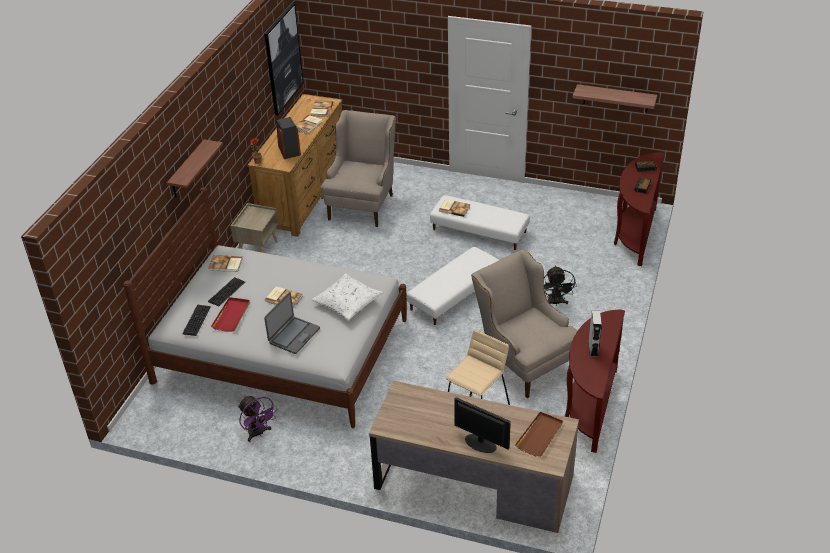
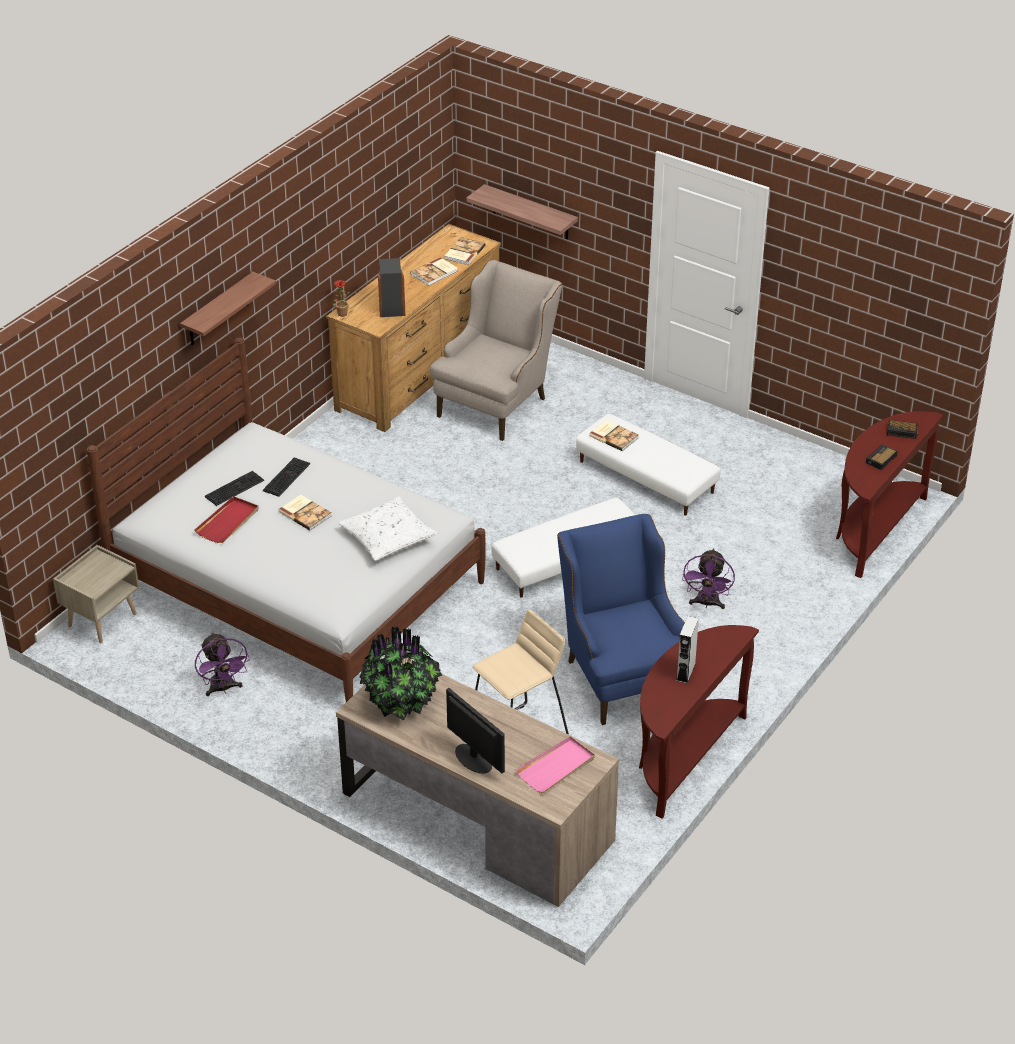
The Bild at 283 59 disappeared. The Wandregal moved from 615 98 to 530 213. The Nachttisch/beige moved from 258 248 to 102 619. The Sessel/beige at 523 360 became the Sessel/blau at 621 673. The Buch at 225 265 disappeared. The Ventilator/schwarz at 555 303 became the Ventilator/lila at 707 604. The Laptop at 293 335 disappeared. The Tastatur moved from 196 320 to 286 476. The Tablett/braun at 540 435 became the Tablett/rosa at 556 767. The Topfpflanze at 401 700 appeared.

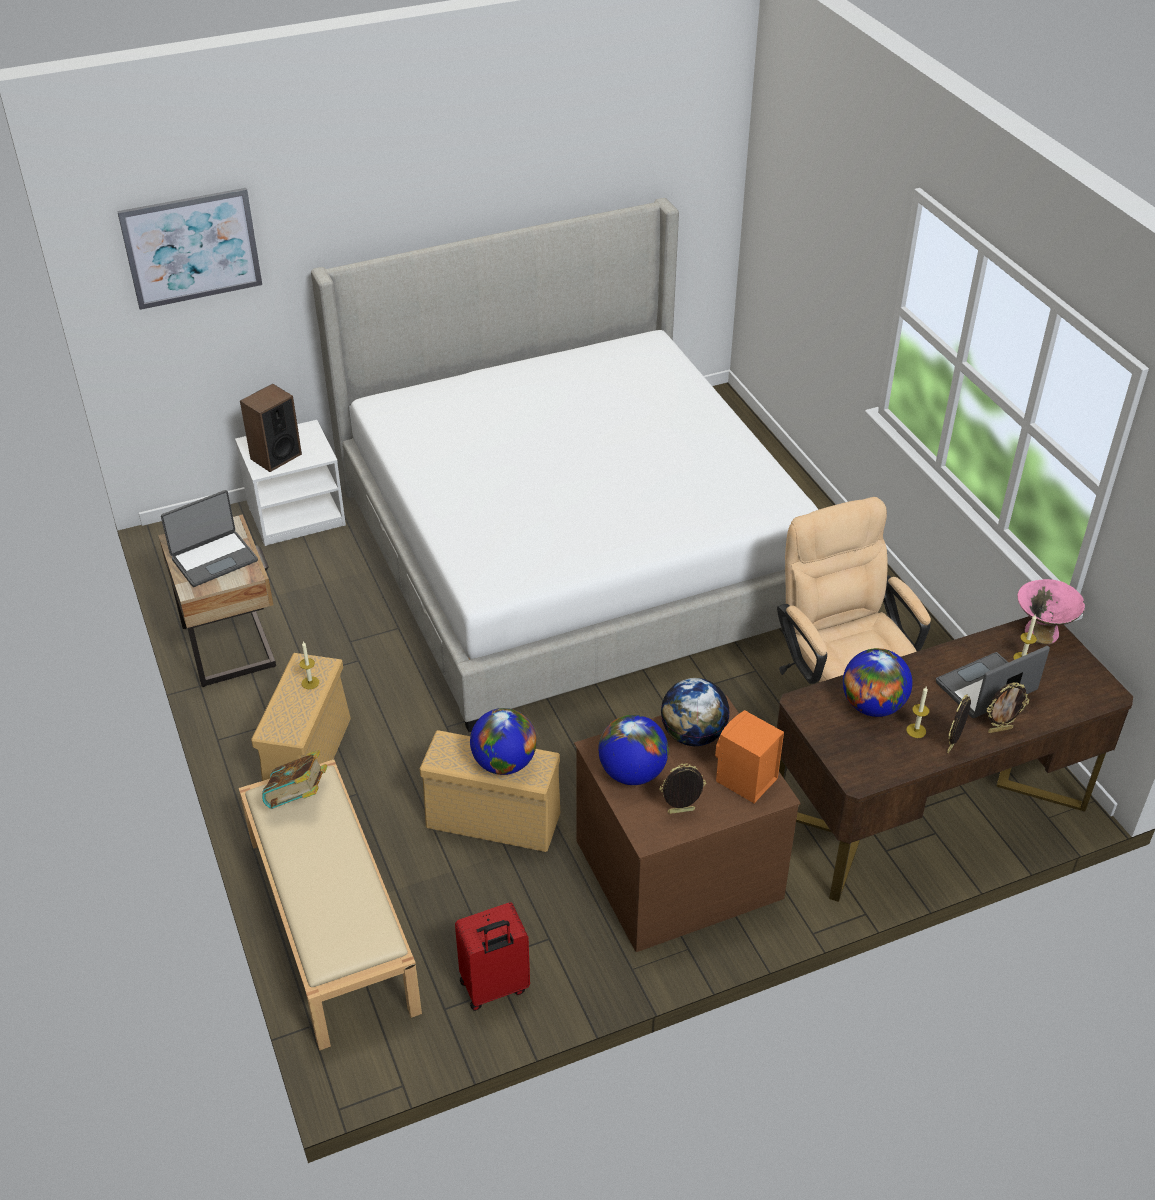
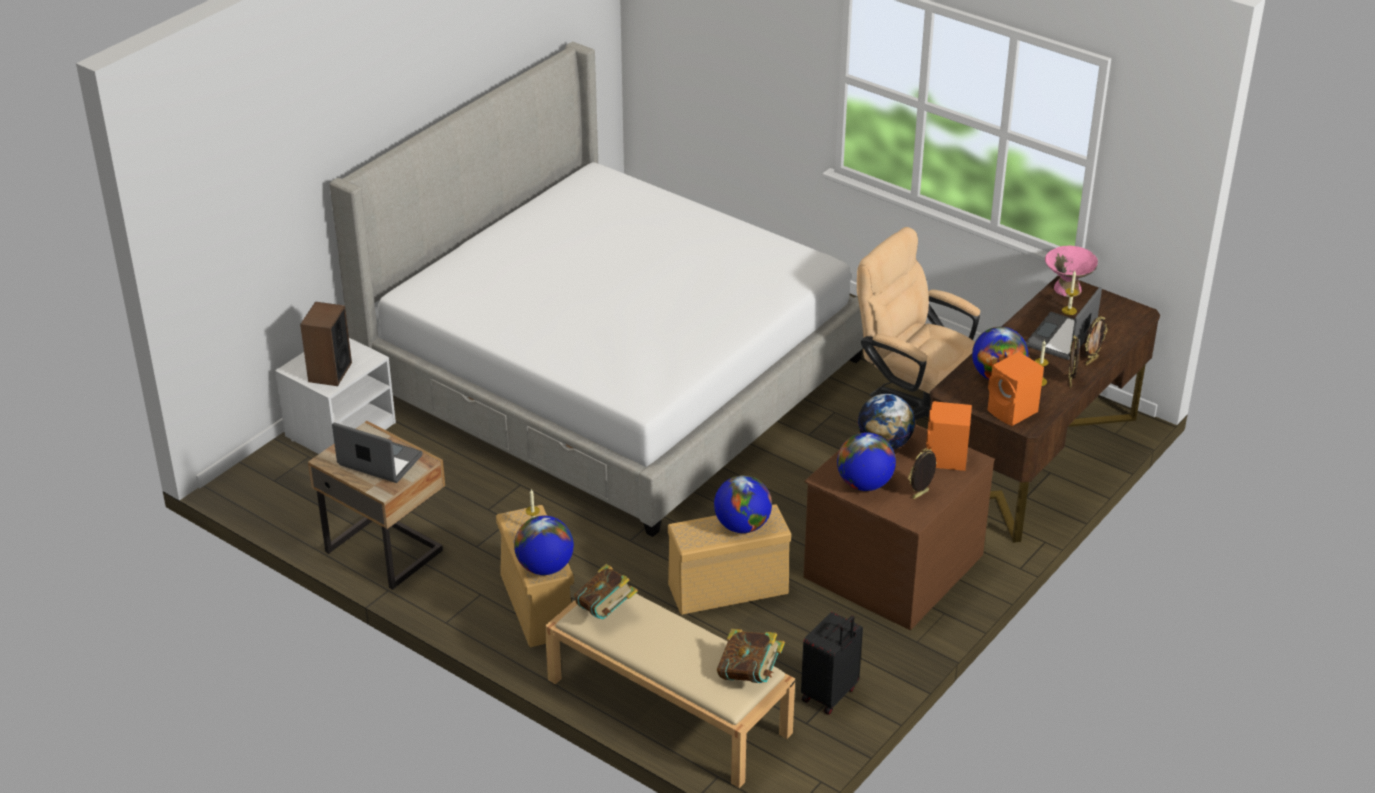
The Bild at 191 248 disappeared. The Laptop at 214 559 turned 90 degrees counterclockwise. The Koffer/rot at 494 988 became the Koffer/schwarz at 830 695. The Lautsprecher/orange at 1013 412 appeared. The Globus at 545 567 appeared. The Buch at 750 674 appeared.

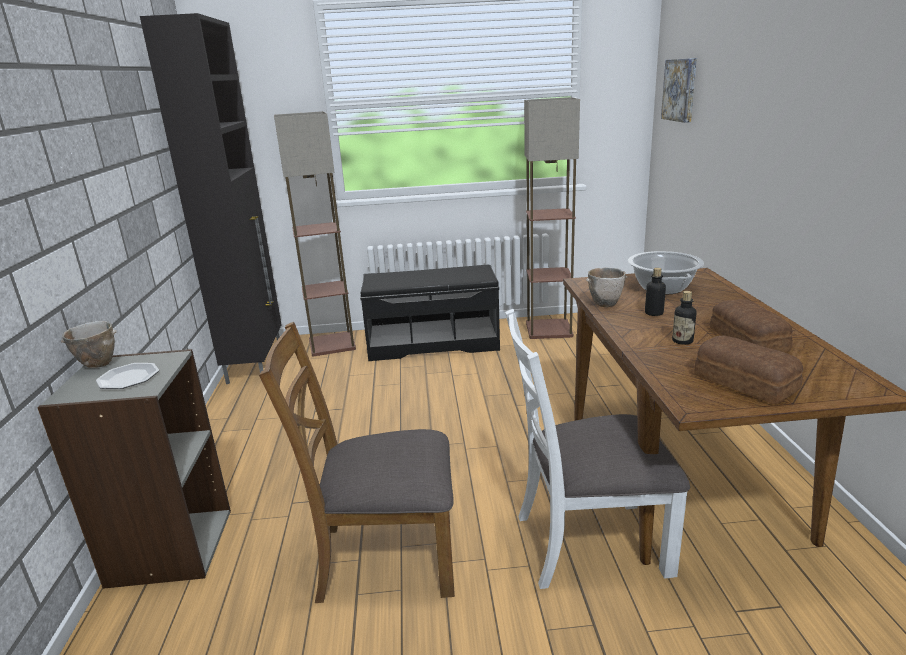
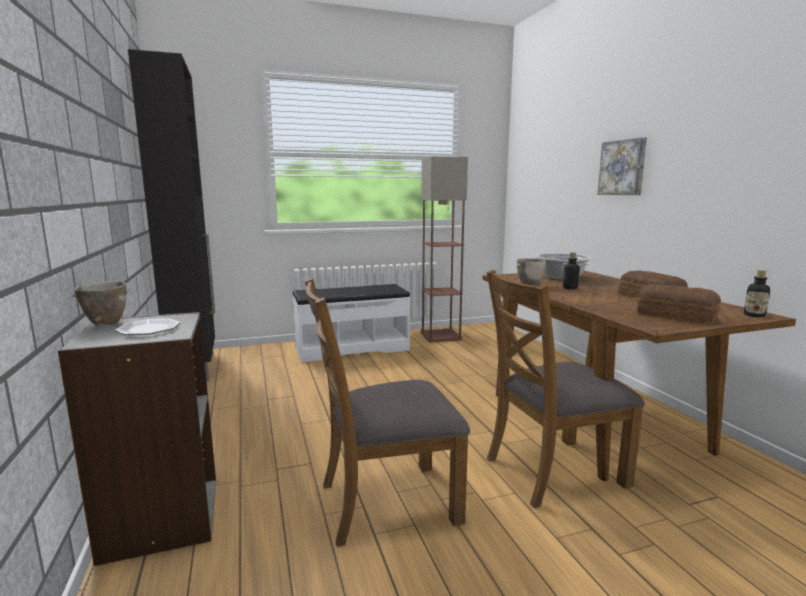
The Bild moved from 681 90 to 623 168. The Stehlampe at 332 344 disappeared. The Bank/schwarz at 433 343 became the Bank/weiß at 351 348. The Flasche moved from 682 341 to 754 315. The Stuhl/weiß at 589 542 became the Stuhl/braun at 553 471.

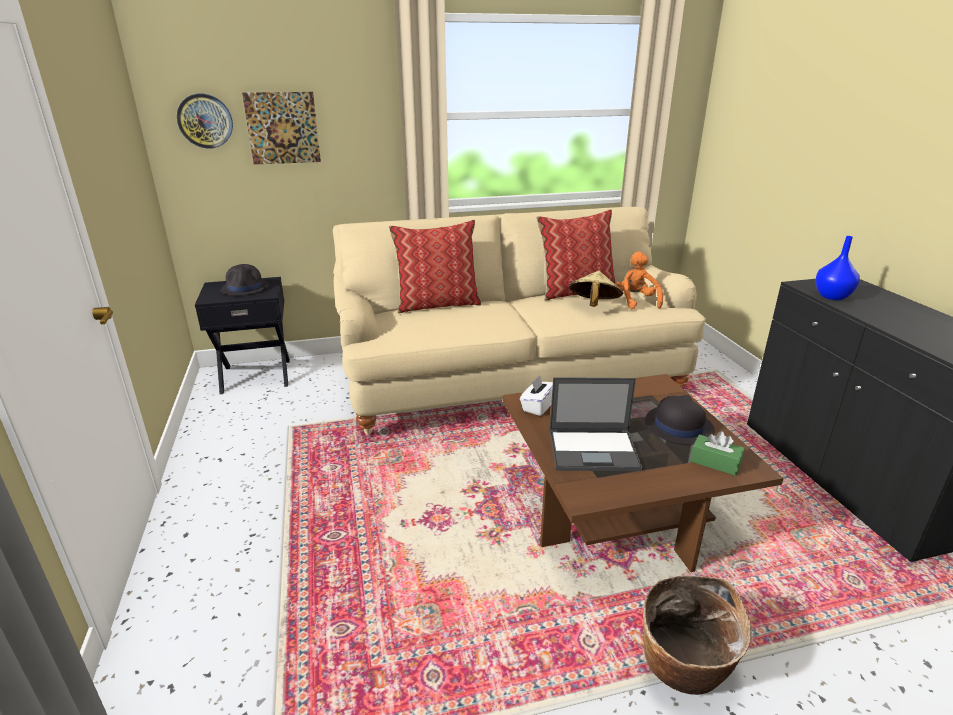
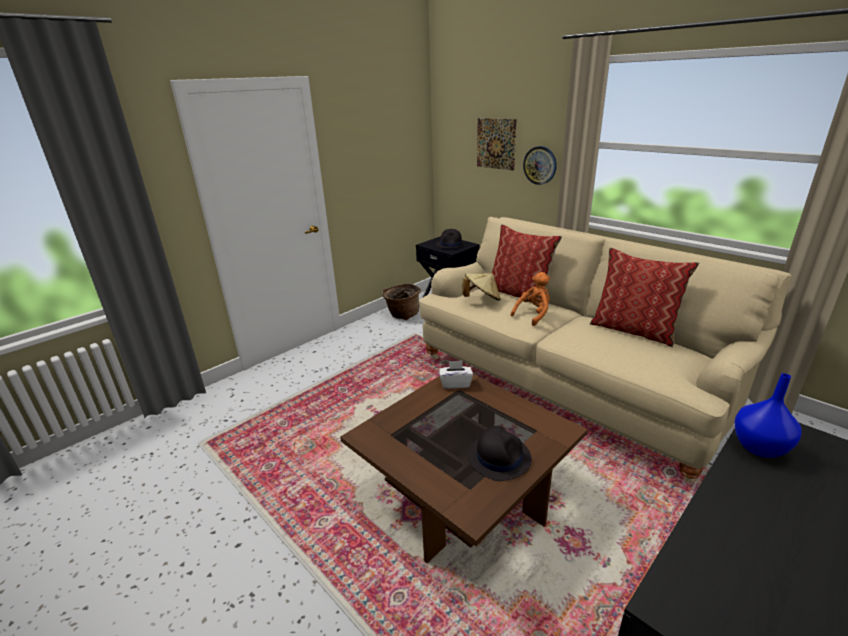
The Wanduhr moved from 205 121 to 540 165. The Plüschtier/orange moved from 635 301 to 533 315. The Hut/beige moved from 593 306 to 482 299. The Laptop at 594 450 disappeared. The Taschentuchbox/grün at 715 462 disappeared. The Korb moved from 683 668 to 402 315.

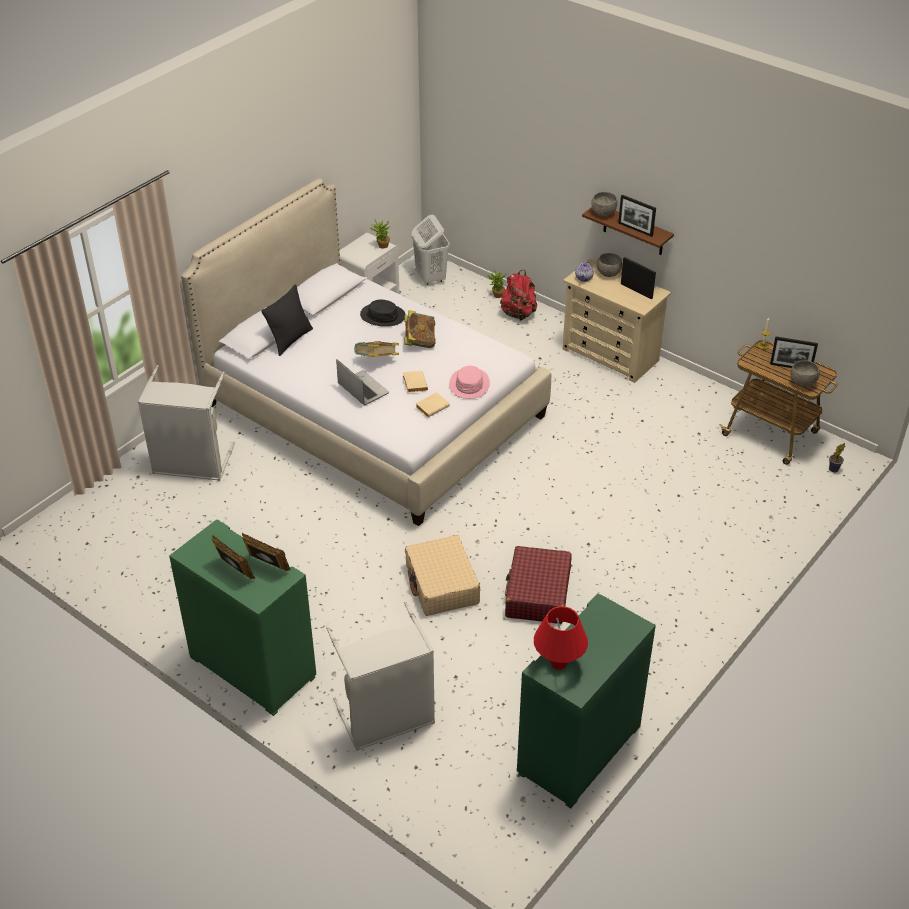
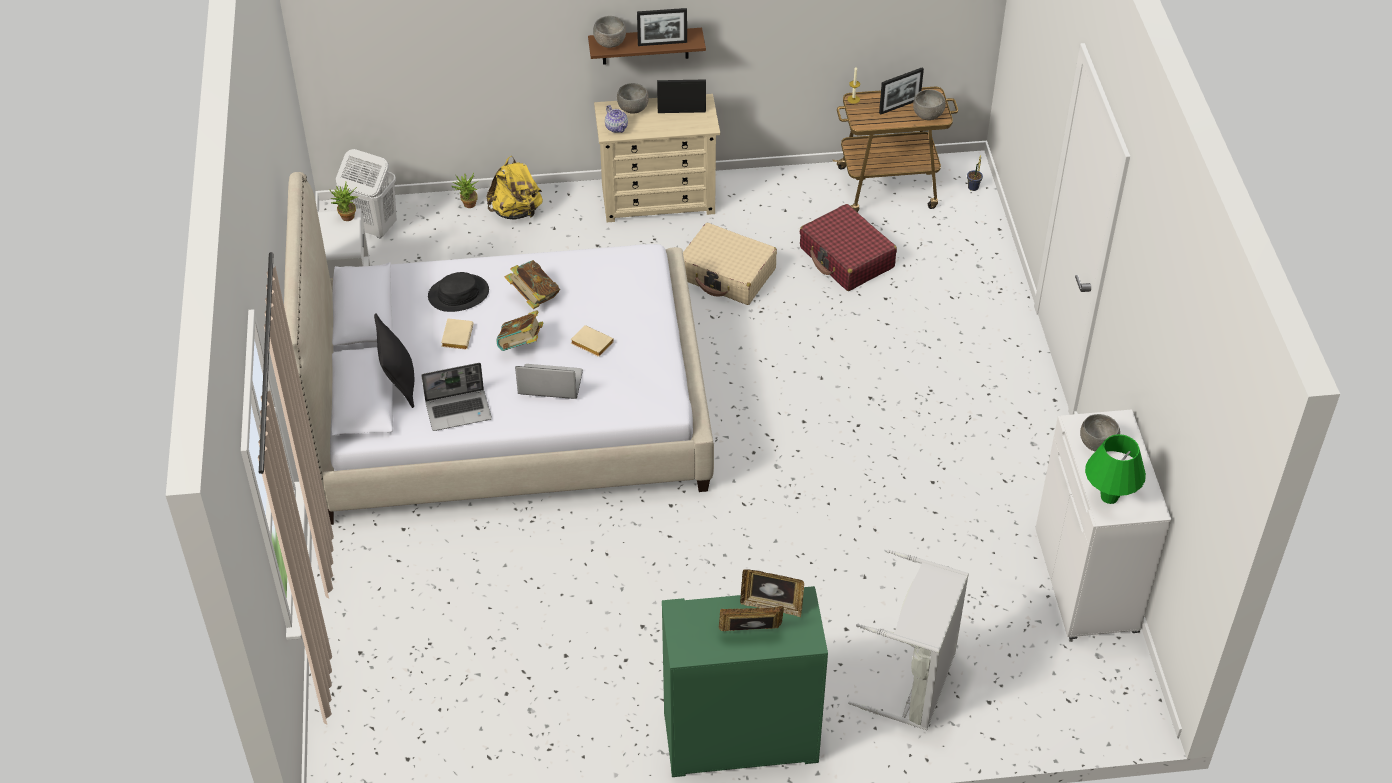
The Rucksack/rot at 518 314 became the Rucksack/gelb at 516 212. The Wäschekorb/grau at 191 465 disappeared. The Hut/rosa at 469 384 disappeared. The Buch/beige moved from 432 406 to 456 336. The Bilderrahmen at 267 566 turned 150 degrees counterclockwise. The Koffer/beige moved from 442 584 to 727 274. The Koffer/rot moved from 537 594 to 846 258. The Schrank/grün at 580 750 became the Schrank/weiß at 1088 581. The Tischlampe/rot at 558 663 became the Tischlampe/grün at 1109 497. The Laptop at 459 410 appeared. The Schüssel/grau at 1098 444 appeared.

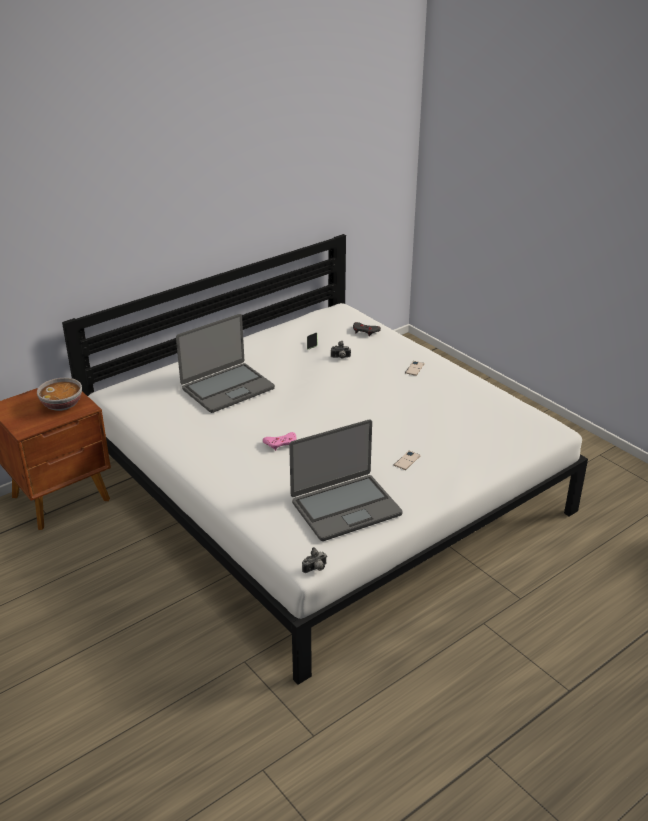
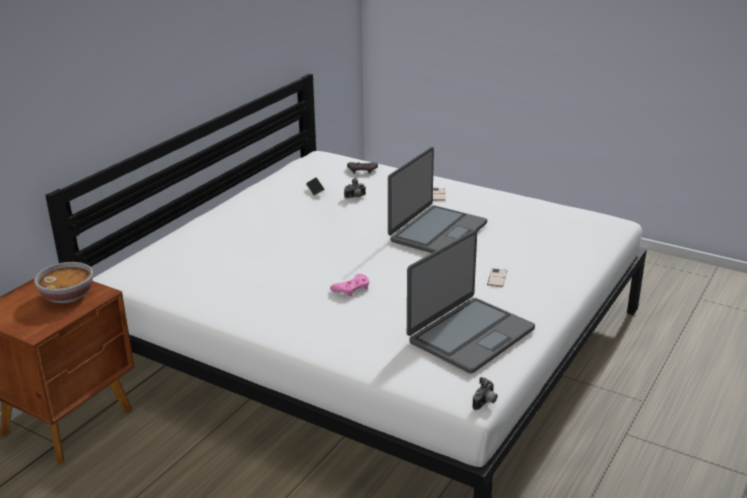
The Laptop moved from 227 388 to 437 232.

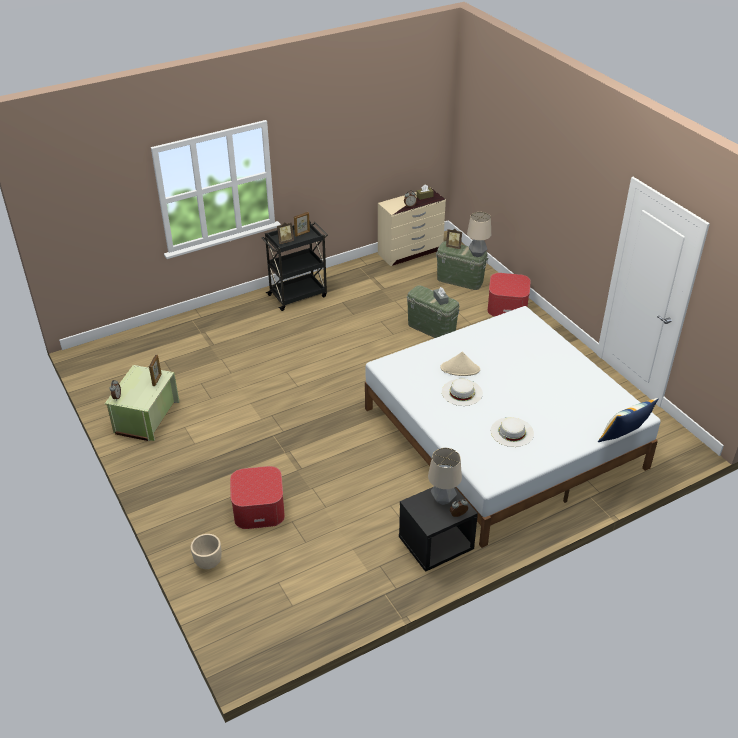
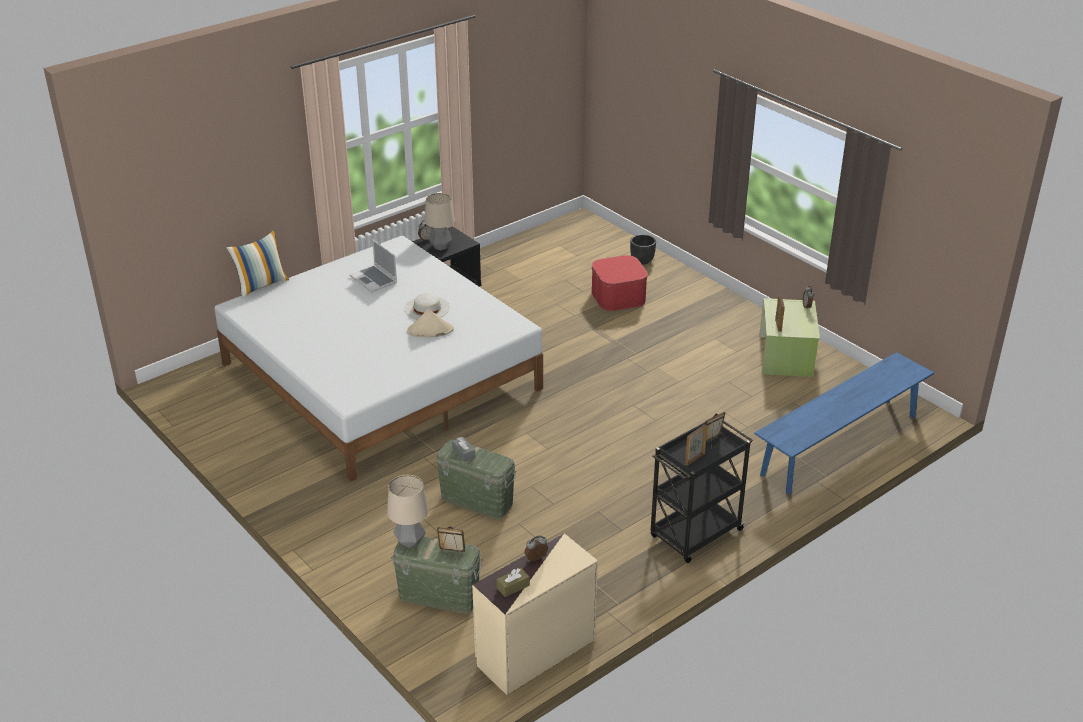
The Polsterhocker at 507 306 disappeared. The Hut/weiß at 512 432 was replaced by the Laptop at 374 280. The Pflanzkübel/beige at 208 562 became the Pflanzkübel/schwarz at 641 260. The Bank/blau at 840 445 appeared.

